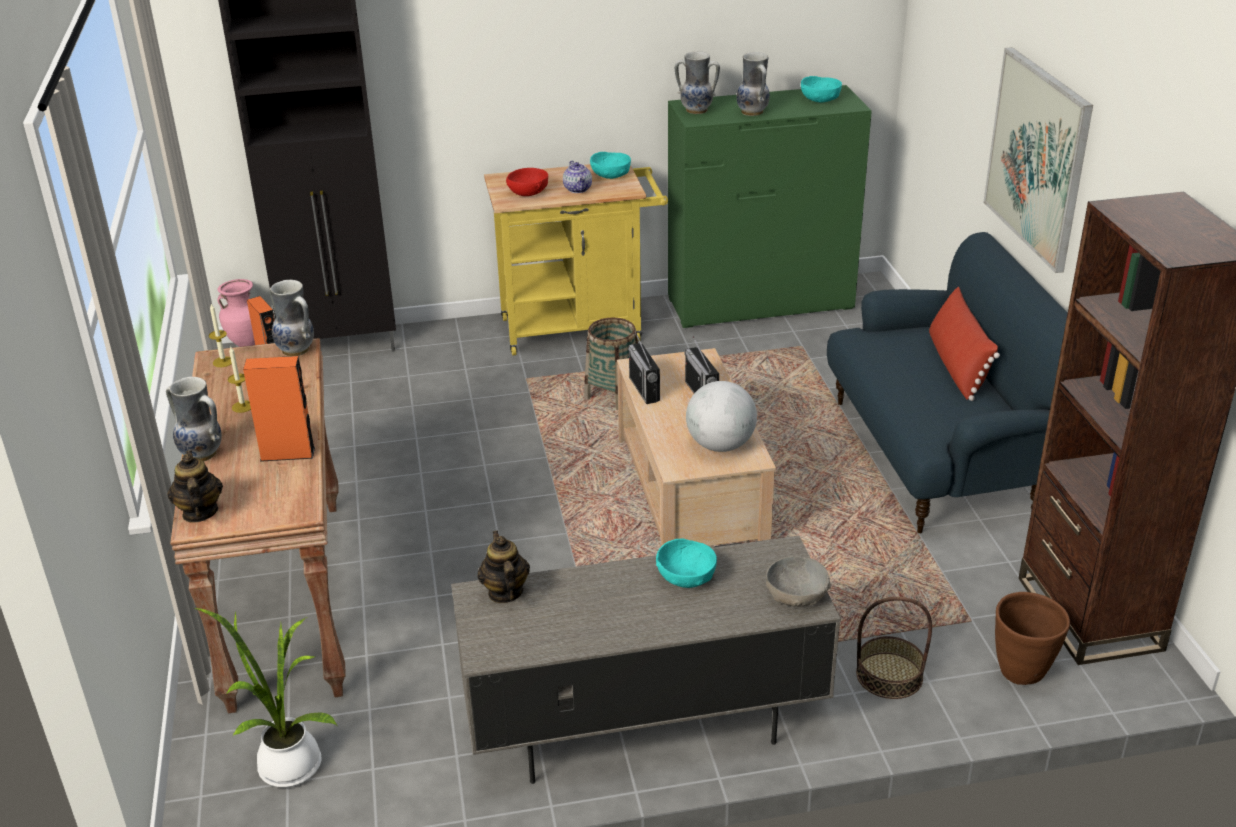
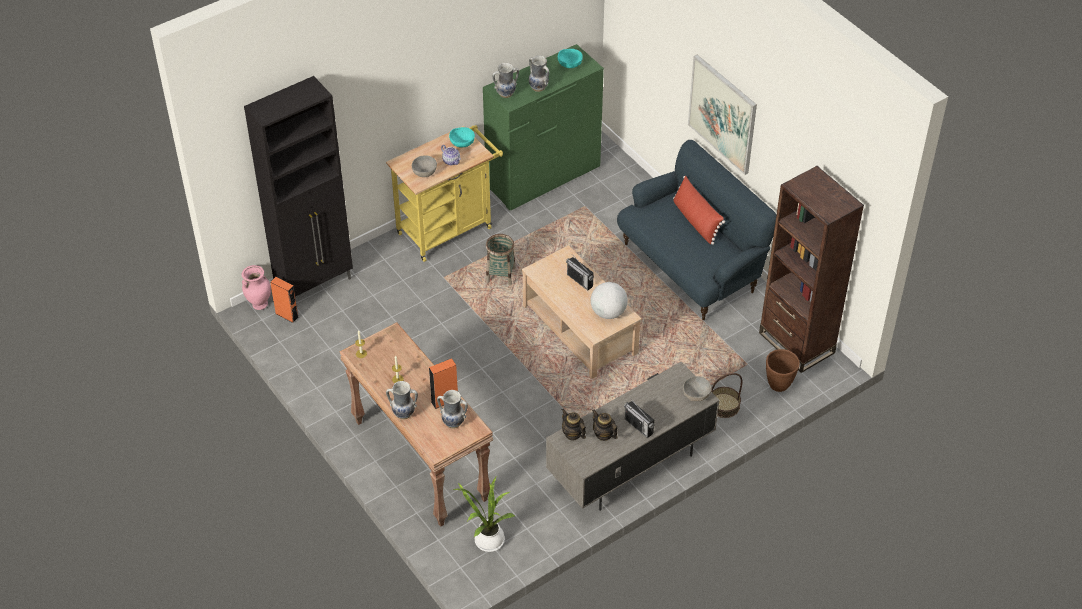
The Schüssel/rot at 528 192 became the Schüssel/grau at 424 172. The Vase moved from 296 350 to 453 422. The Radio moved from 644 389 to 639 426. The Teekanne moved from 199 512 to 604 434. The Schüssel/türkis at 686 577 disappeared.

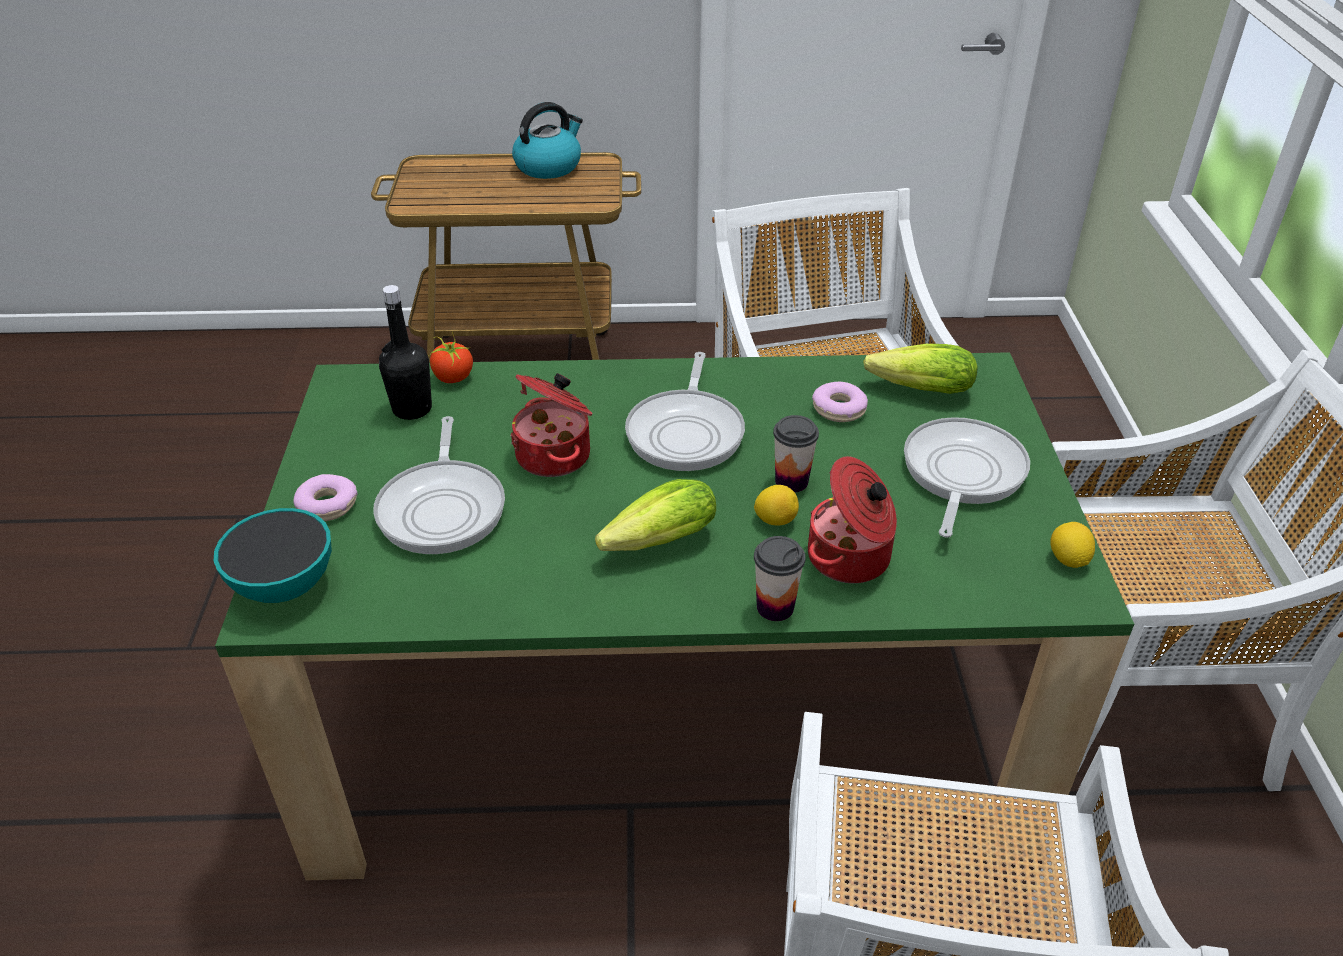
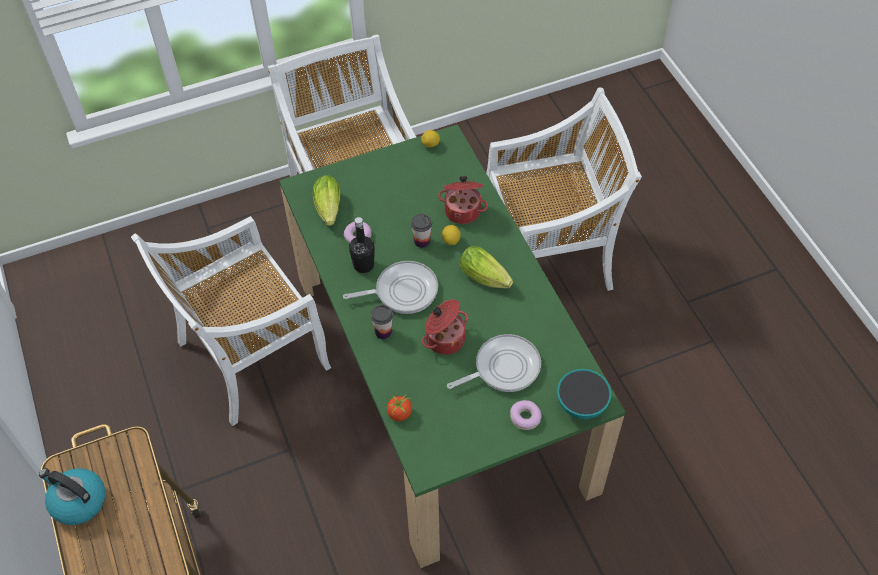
The Flasche/schwarz moved from 412 409 to 363 265. The Pfanne at 961 474 disappeared. The Tasse moved from 775 607 to 383 332.

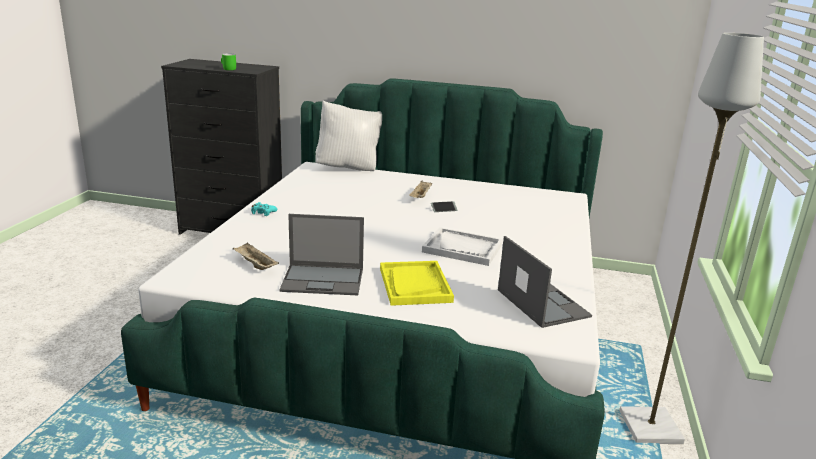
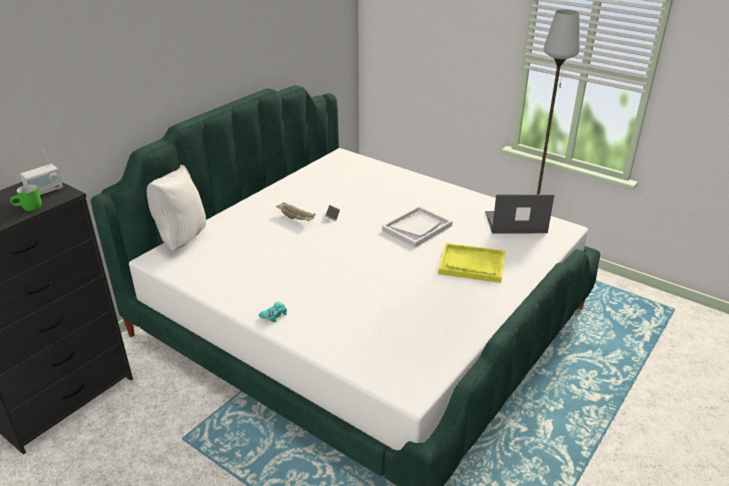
The Laptop at 324 280 disappeared. The Tablett/beige at 255 265 disappeared. The Radio at 45 191 appeared.

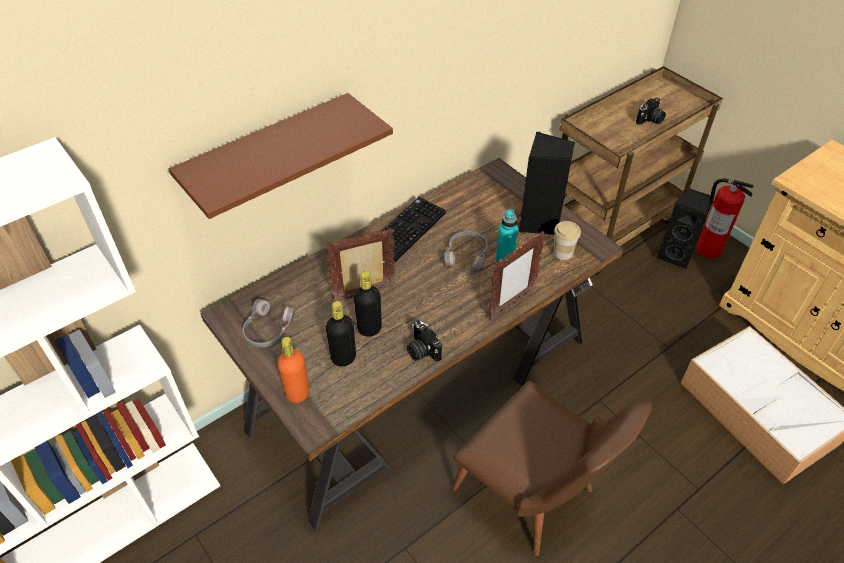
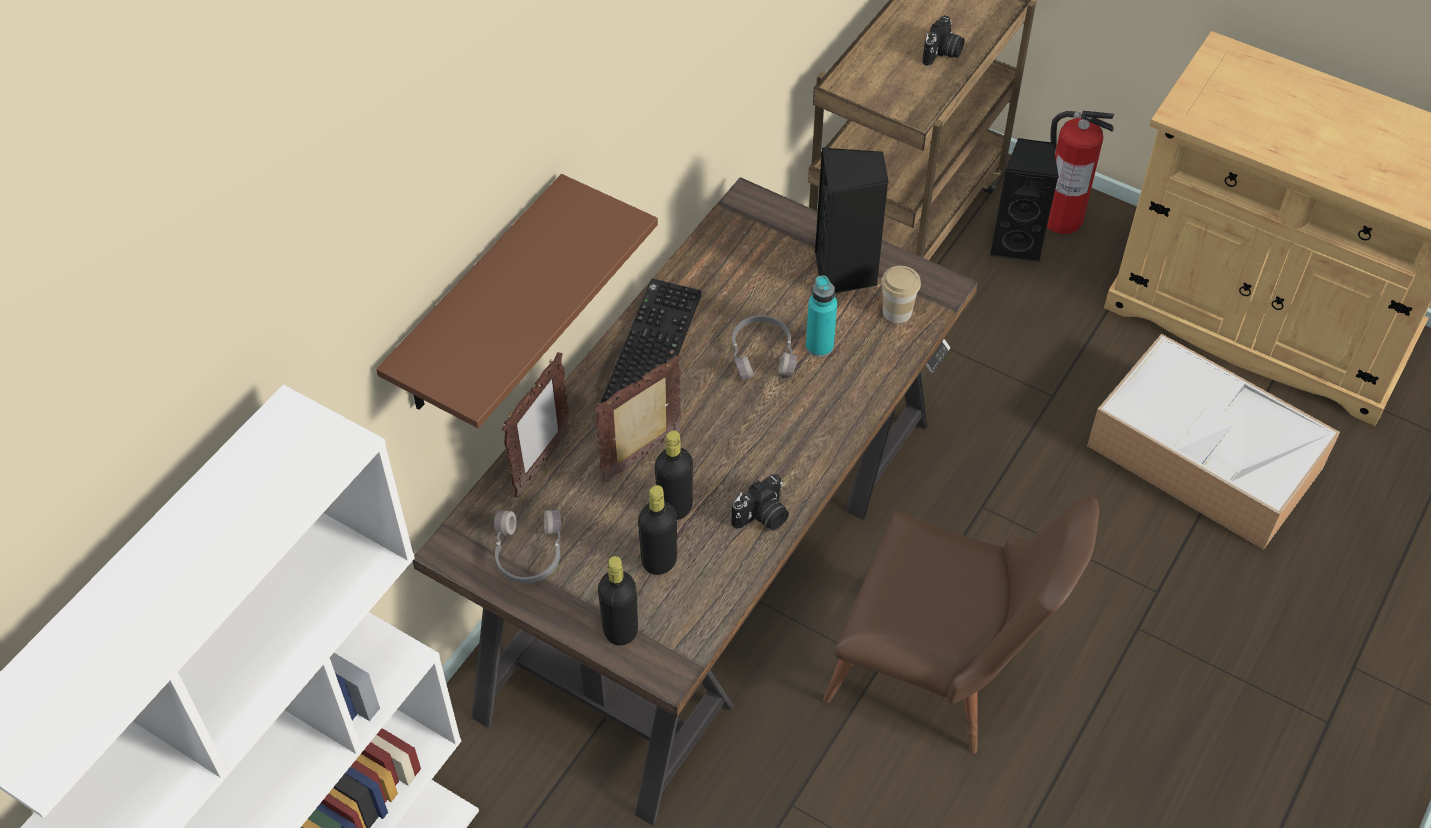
The Bilderrahmen moved from 511 305 to 542 464. The Kamera at 421 350 turned 75 degrees counterclockwise. The Flasche/orange at 298 393 became the Flasche/schwarz at 620 630.

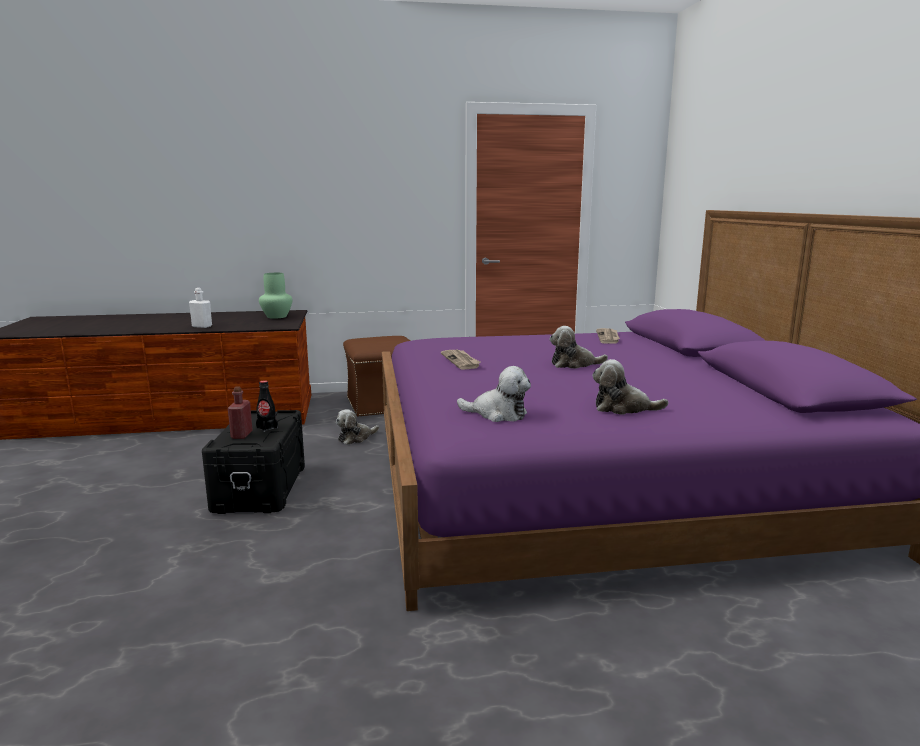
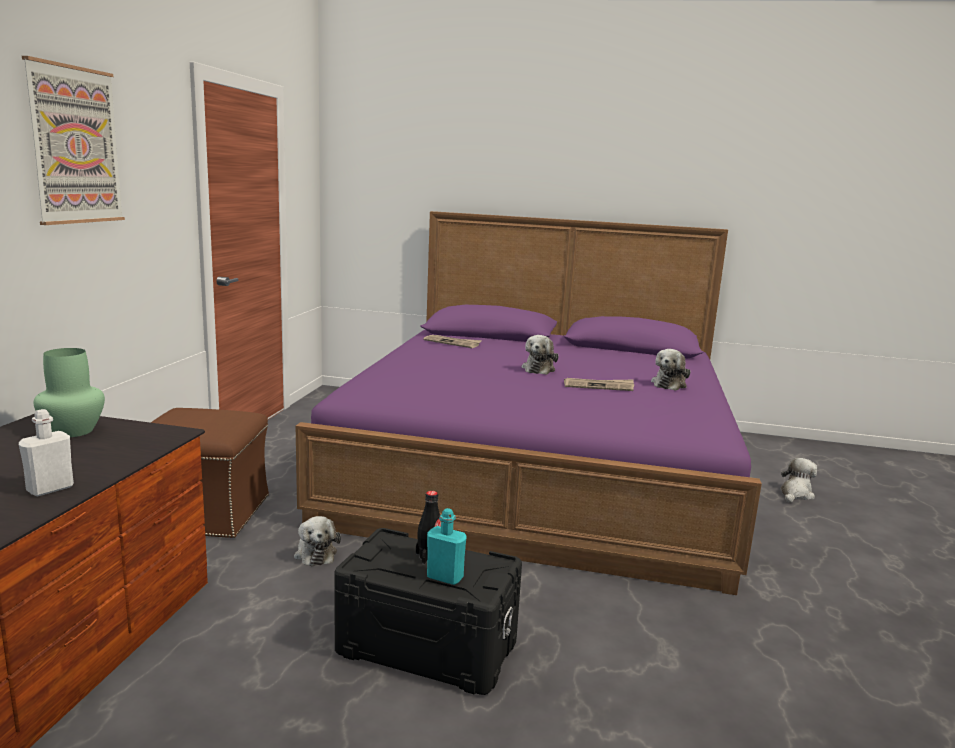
The Zeitung moved from 461 361 to 599 386. The Plüschtier moved from 497 414 to 795 494. The Flasche/rot at 241 435 became the Flasche/türkis at 445 577. The Bild at 75 145 appeared.

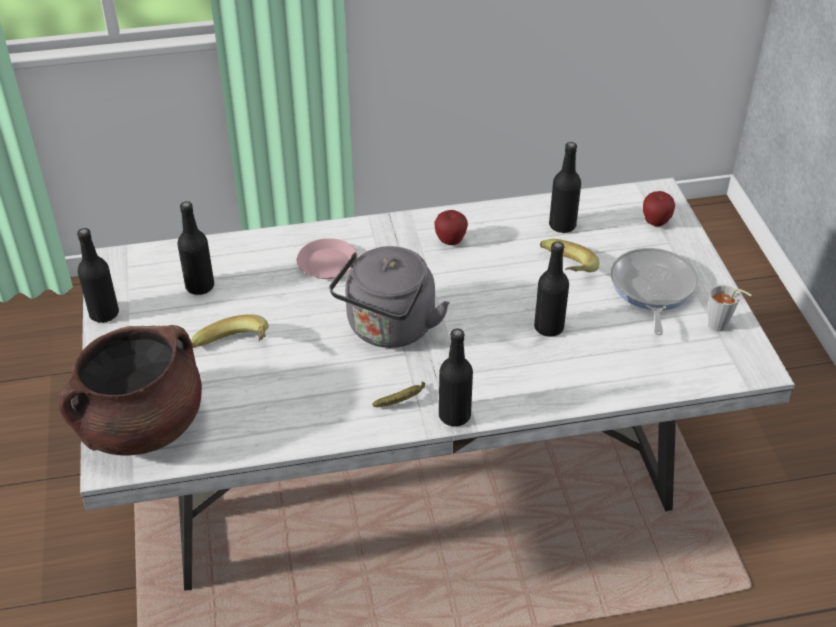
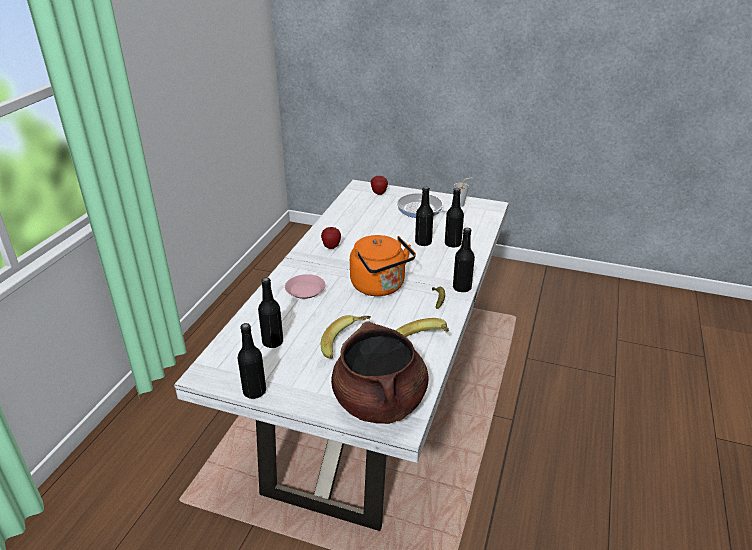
The Flasche/schwarz moved from 562 225 to 452 244. The Banane moved from 563 272 to 422 342. The Wasserkessel/grau at 389 329 became the Wasserkessel/orange at 380 287.

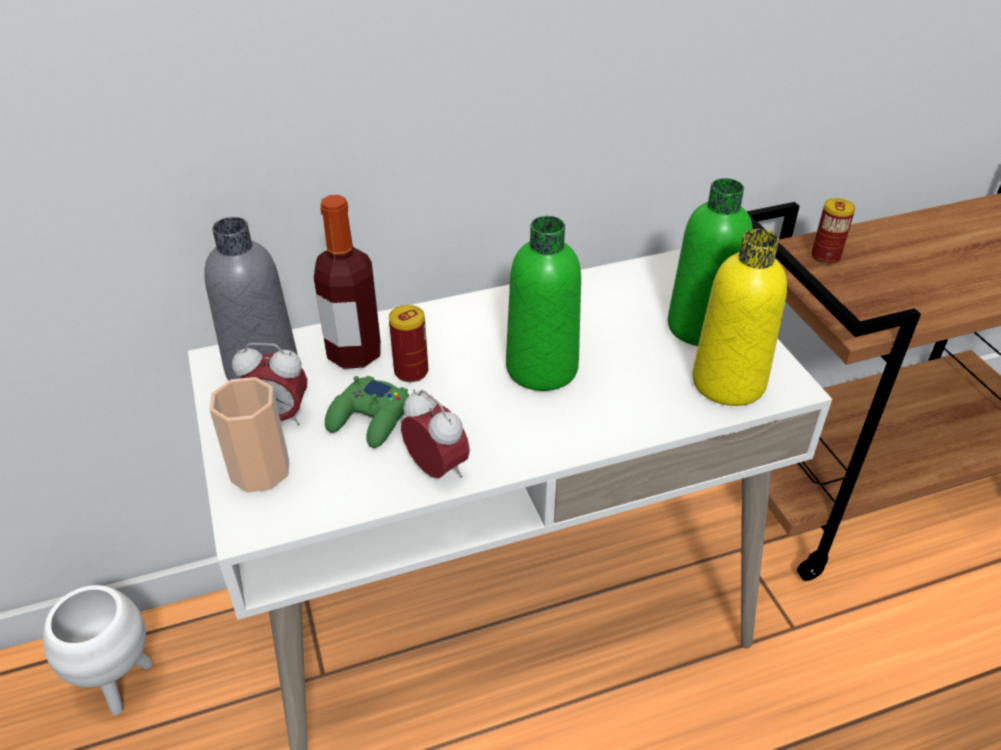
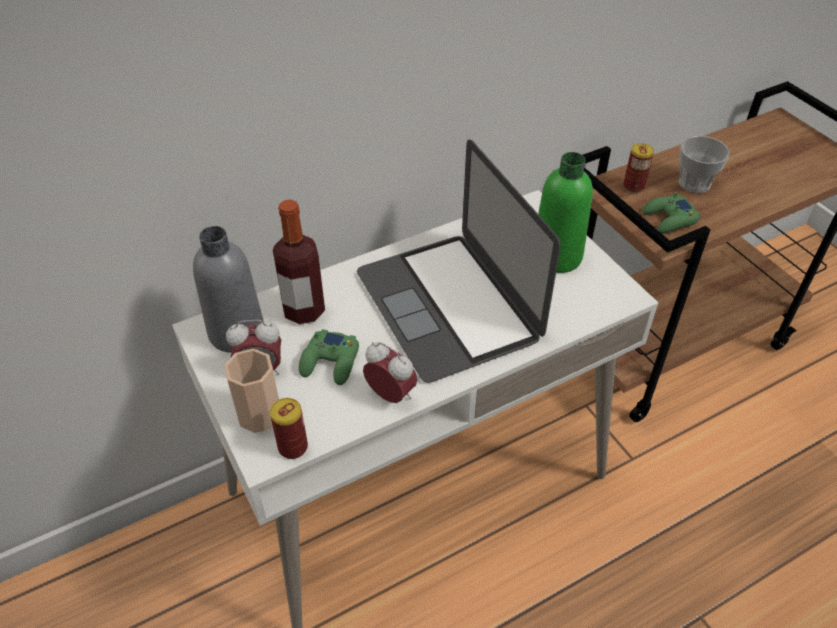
The Flasche/grün at 542 368 was replaced by the Laptop at 448 305. The Flasche/gelb at 728 382 disappeared. The Dose moved from 411 371 to 293 447. The Pflanzkübel/weiß at 120 683 disappeared. The Tasse at 694 183 appeared. The Gamepad/grün at 669 219 appeared.

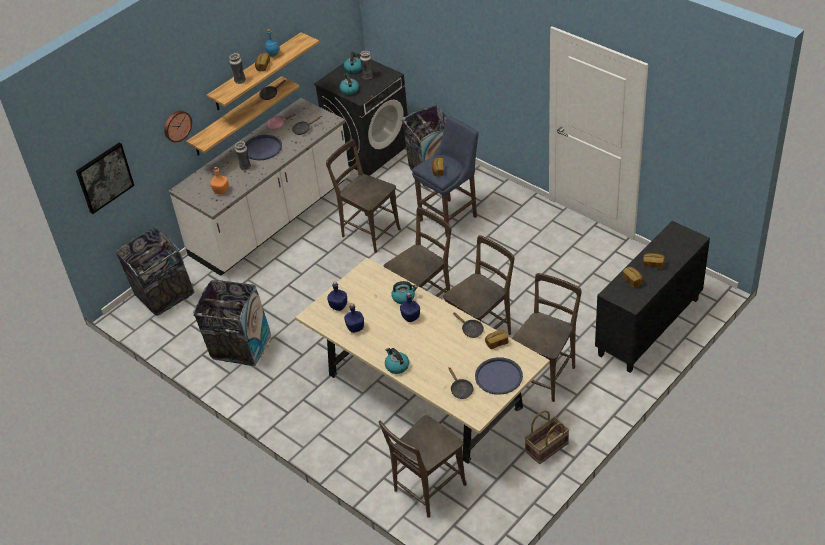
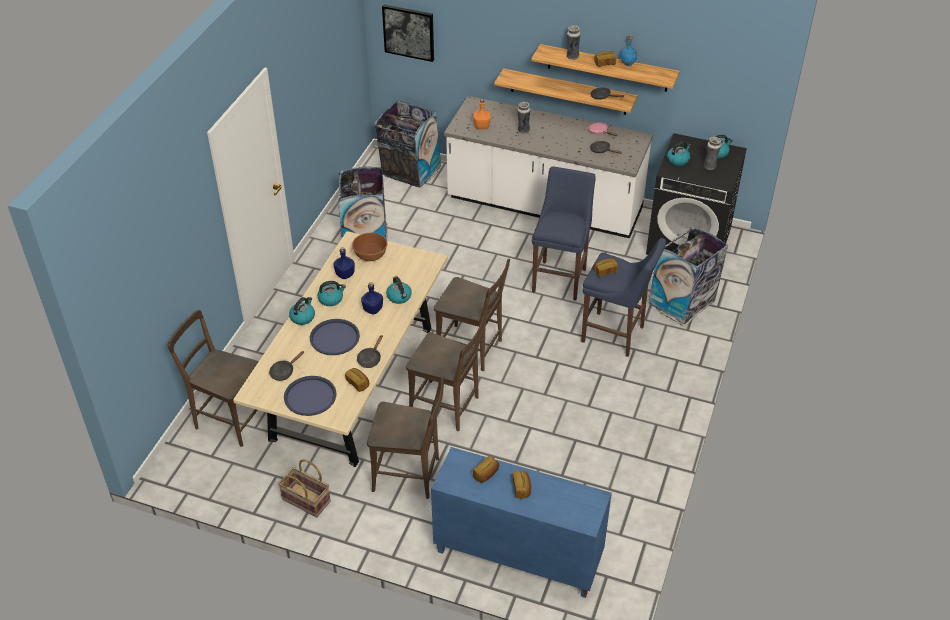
The Wanduhr at 177 125 disappeared. The Tablett/blau moved from 262 148 to 334 338. The Stuhl/braun at 368 231 was replaced by the Hocker/blau at 560 278. The Schrank/schwarz at 649 328 became the Schrank/blau at 516 556. The Flasche/blau at 339 306 was replaced by the Schüssel/braun at 370 255. The Wasserkessel at 331 299 appeared.

